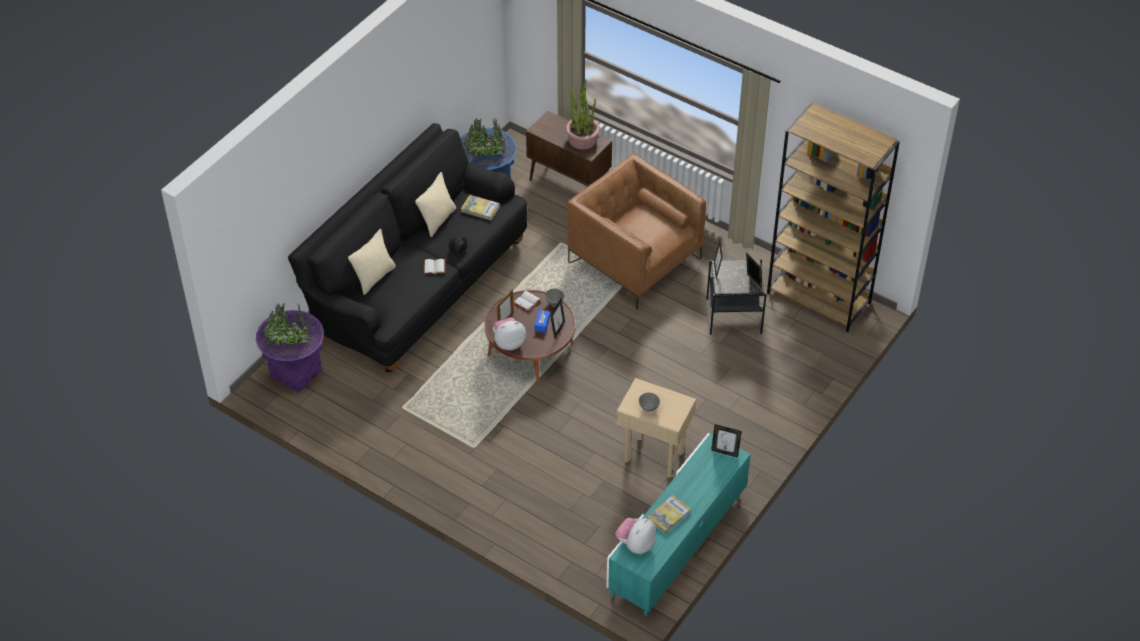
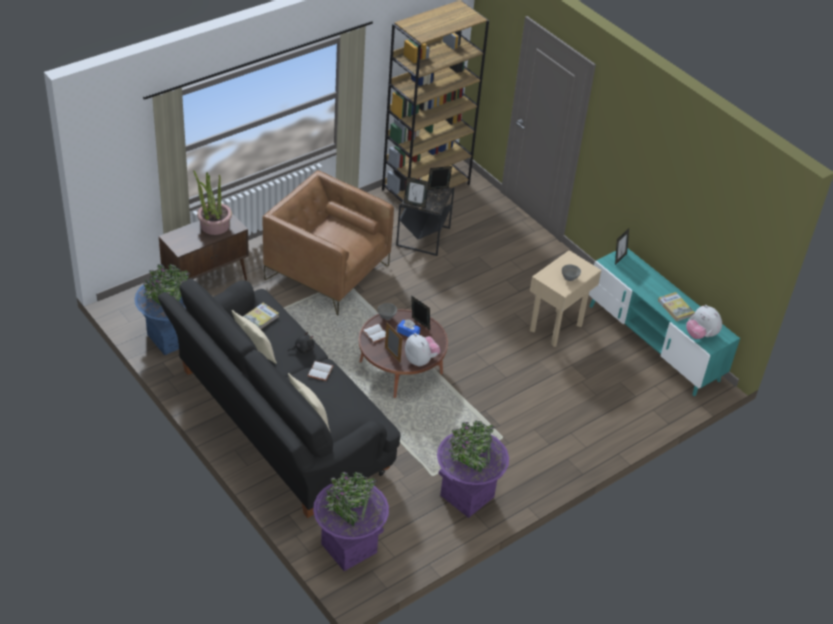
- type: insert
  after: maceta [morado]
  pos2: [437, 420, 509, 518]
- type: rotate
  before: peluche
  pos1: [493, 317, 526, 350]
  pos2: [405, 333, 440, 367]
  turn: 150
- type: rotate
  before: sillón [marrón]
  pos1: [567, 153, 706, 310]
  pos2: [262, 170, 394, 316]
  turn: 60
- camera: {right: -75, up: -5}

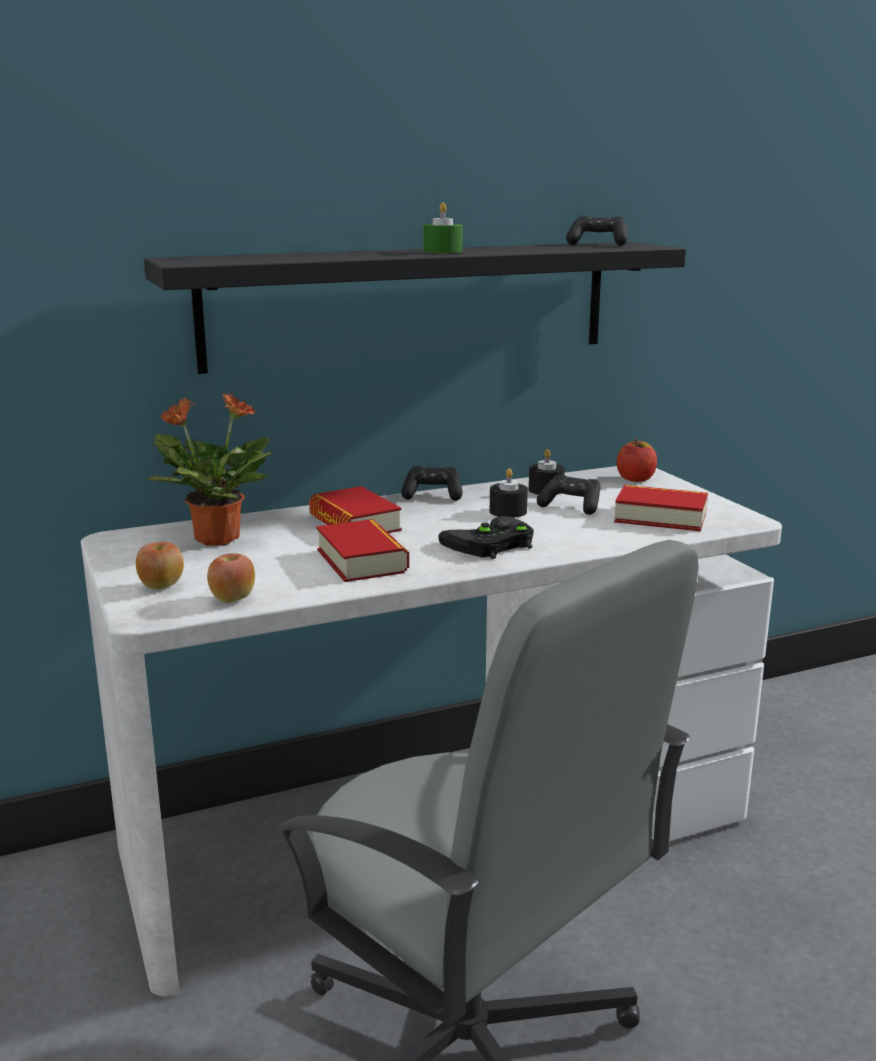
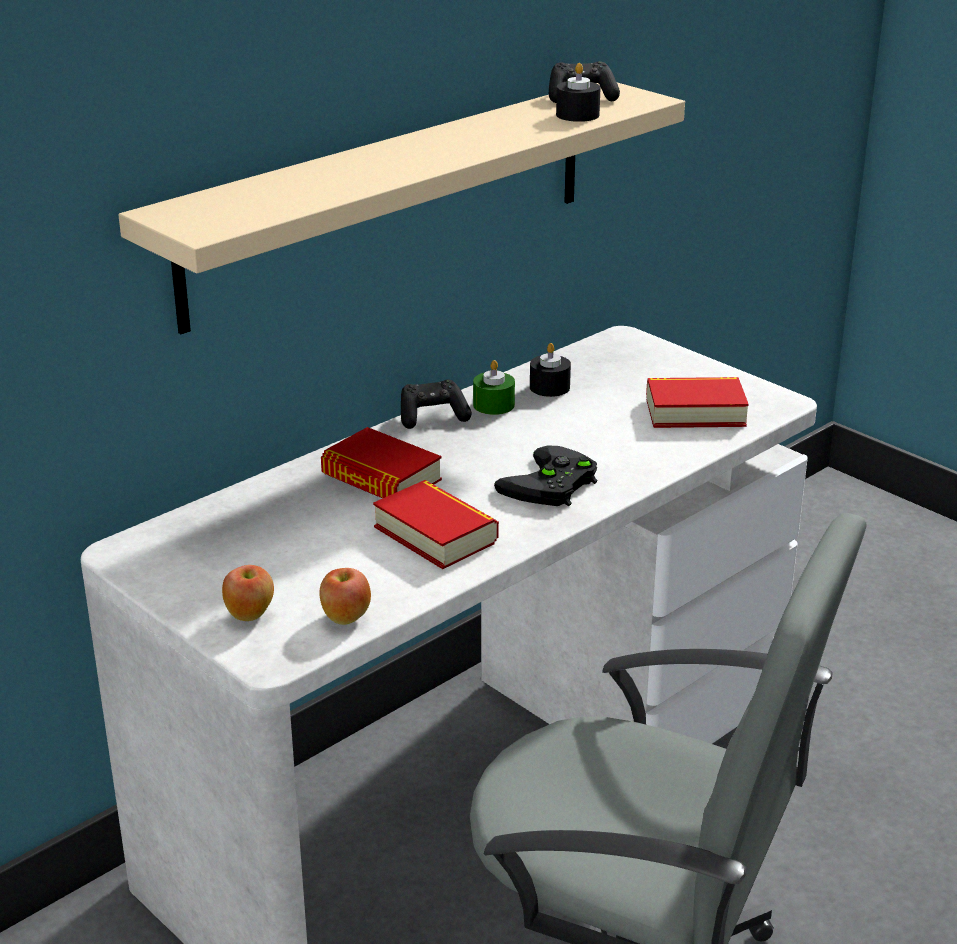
- type: delete
  before: planta en maceta
  pos1: [147, 392, 273, 546]
- type: delete
  before: mando de consola [negro]
  pos1: [537, 474, 601, 515]
- type: delete
  before: manzana
  pos1: [617, 438, 657, 482]
- type: move
  before: vela [verde]
  pos1: [423, 202, 463, 253]
  pos2: [473, 360, 515, 415]
- type: move
  before: vela [negro]
  pos1: [490, 468, 528, 518]
  pos2: [556, 63, 601, 122]
- type: recolor
  before: estante [negro]
  after: estante [beis]
  pos1: [144, 242, 686, 374]
  pos2: [118, 83, 685, 334]
- camera: {right: -20, up: 10}

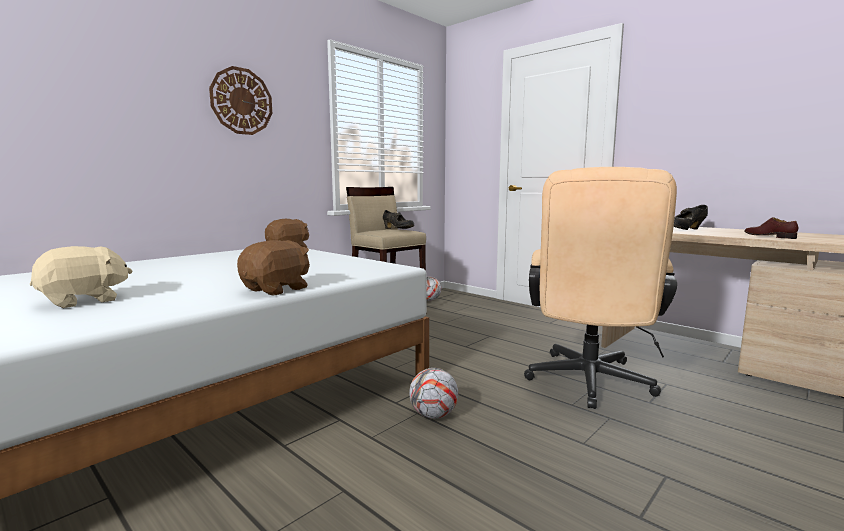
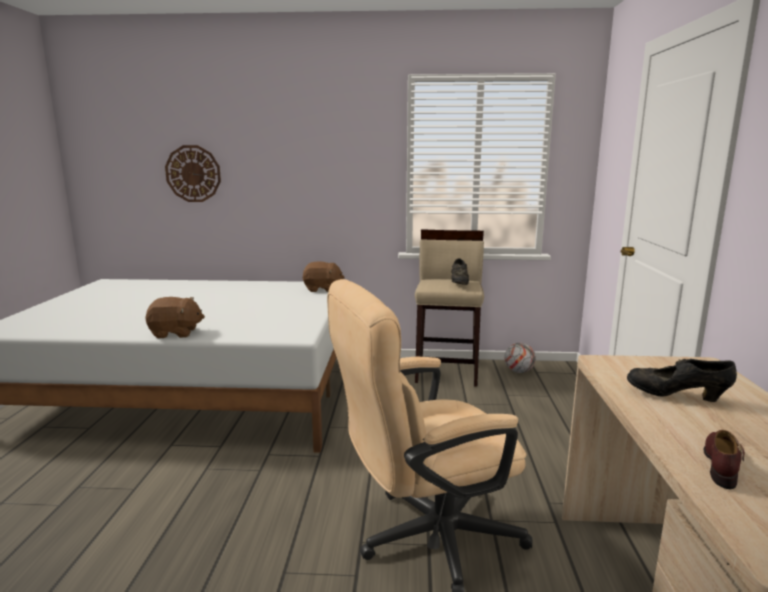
- type: delete
  before: peluche [beis]
  pos1: [30, 246, 132, 308]
- type: delete
  before: balón de fútbol
  pos1: [409, 368, 458, 419]
- type: move
  before: reloj de pared
  pos1: [209, 66, 272, 135]
  pos2: [165, 145, 221, 202]
- camera: {right: 50, up: 5}

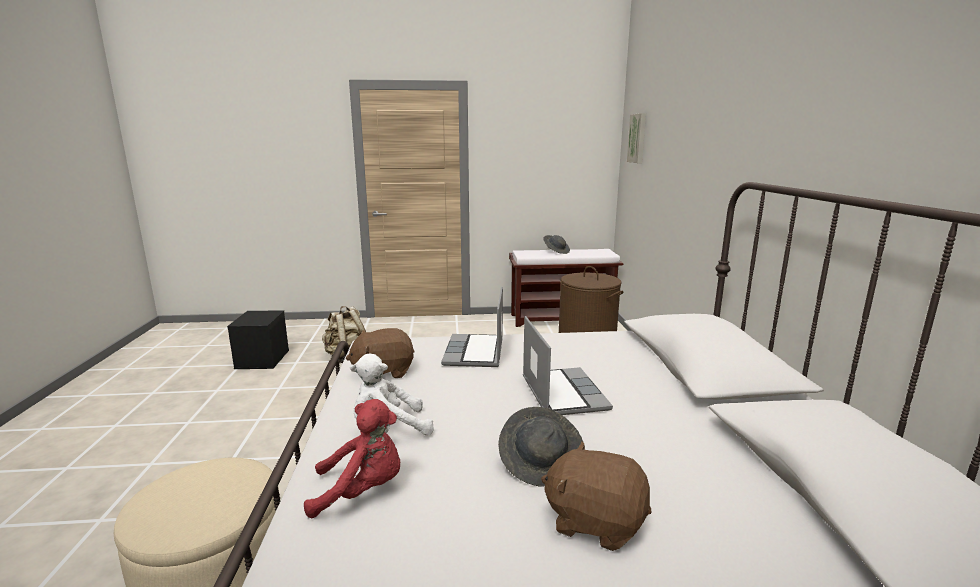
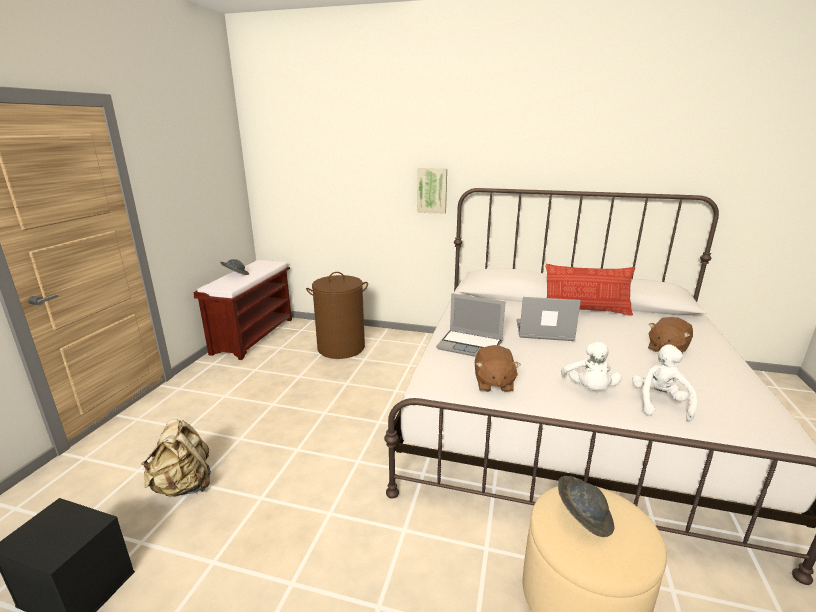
- type: insert
  after: cojín
  pos2: [546, 264, 635, 315]
- type: move
  before: sombrero [gris]
  pos1: [498, 407, 583, 487]
  pos2: [558, 476, 614, 537]
- type: move
  before: cuadro
  pos1: [627, 113, 646, 163]
  pos2: [417, 168, 447, 214]
- type: recolor
  before: peluche [rojo]
  after: peluche [blanco]
  pos1: [304, 399, 400, 518]
  pos2: [632, 344, 697, 422]
- camera: {right: -70, up: 5}

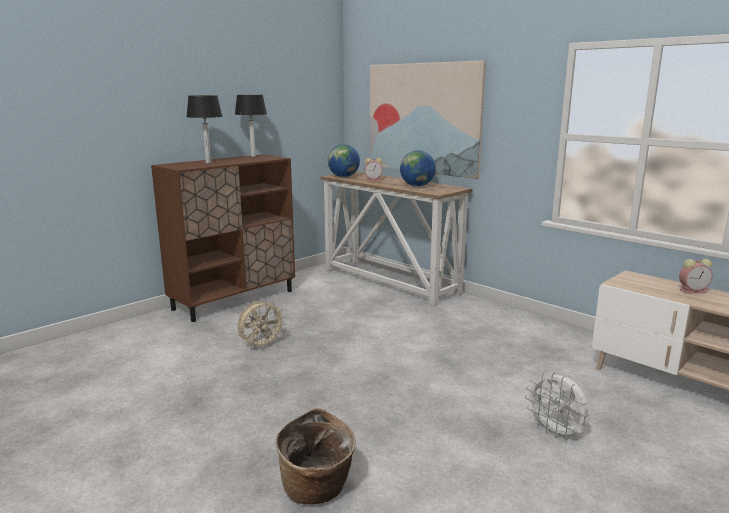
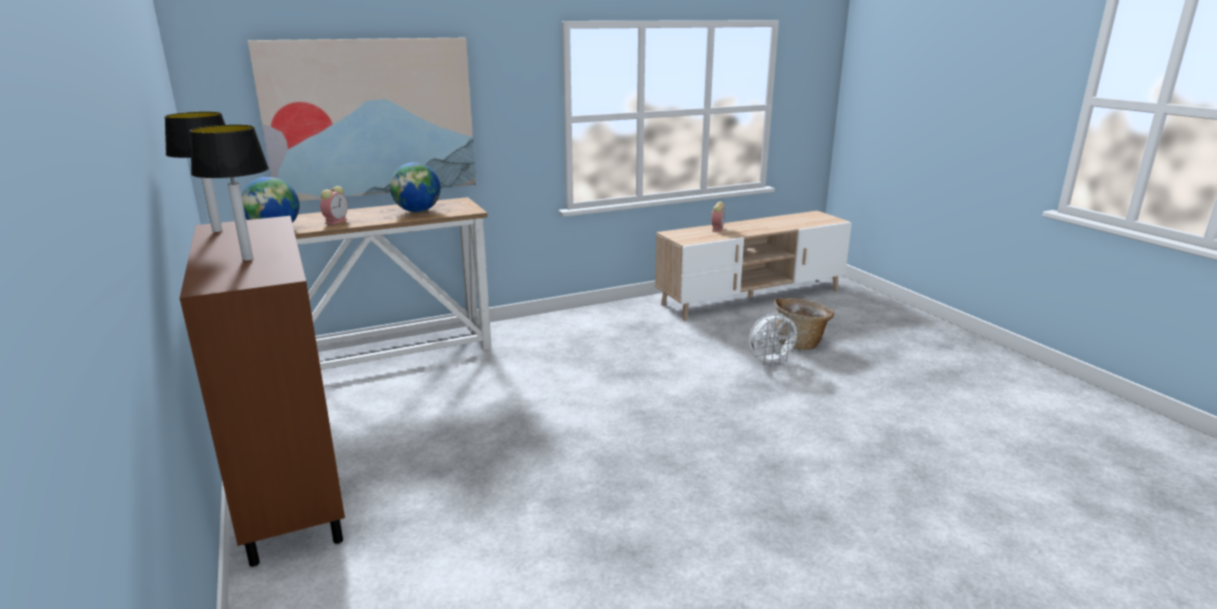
- type: delete
  before: ventilador [beis]
  pos1: [237, 301, 286, 350]
- type: move
  before: cesta
  pos1: [276, 408, 356, 505]
  pos2: [774, 298, 834, 350]
- camera: {right: -70, up: 5}

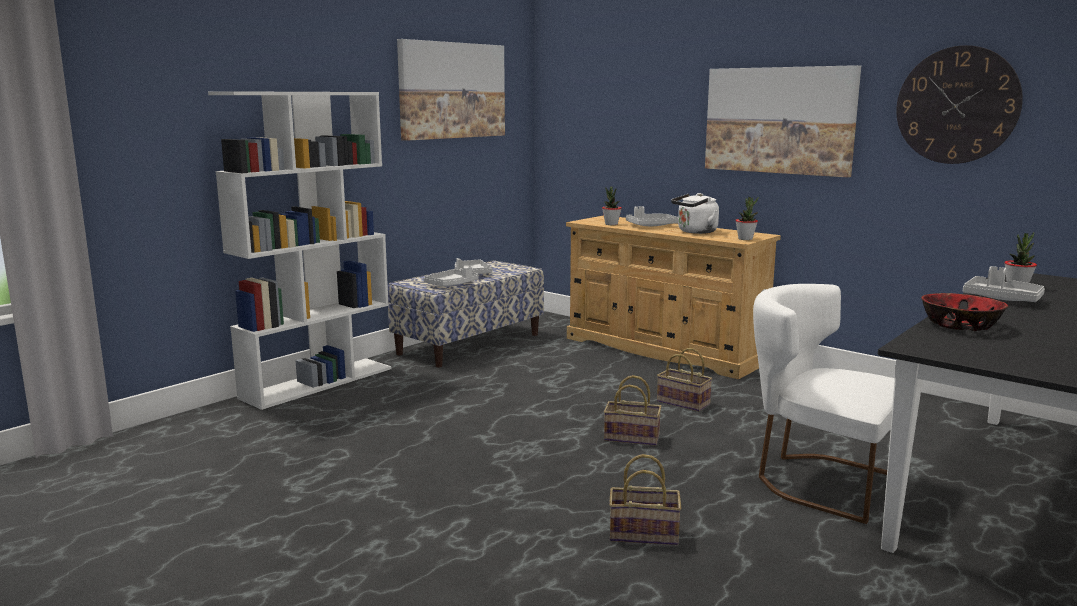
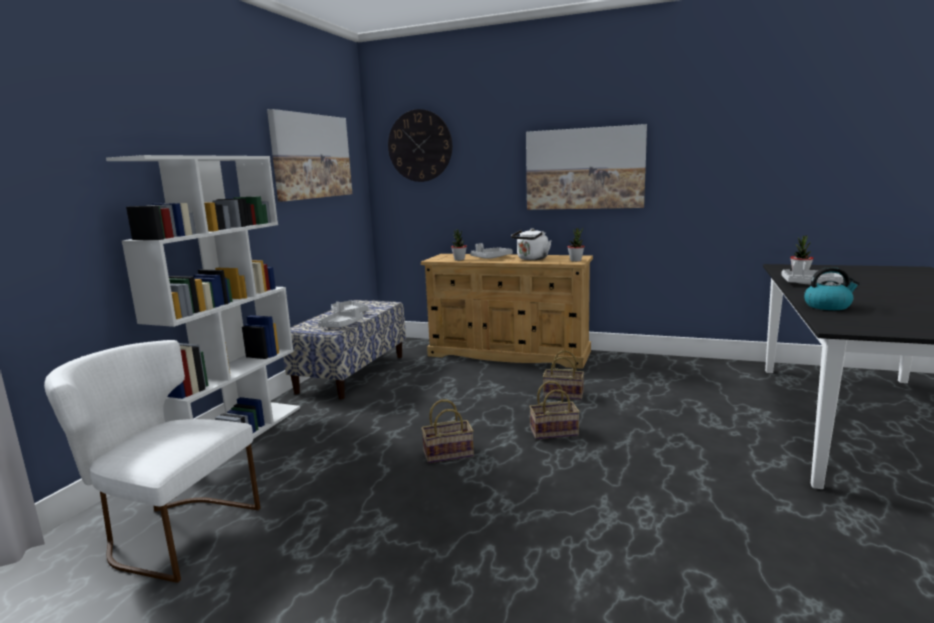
- type: move
  before: cesta
  pos1: [609, 454, 682, 545]
  pos2: [421, 400, 474, 463]
- type: move
  before: silla [blanco]
  pos1: [753, 284, 895, 524]
  pos2: [44, 340, 260, 583]
- type: move
  before: reloj de pared
  pos1: [896, 45, 1023, 164]
  pos2: [388, 109, 452, 182]
- type: replace
  before: cuenco
  after: hervidor
  pos1: [921, 293, 1009, 331]
  pos2: [804, 267, 860, 310]
- camera: {right: -20, up: 0}

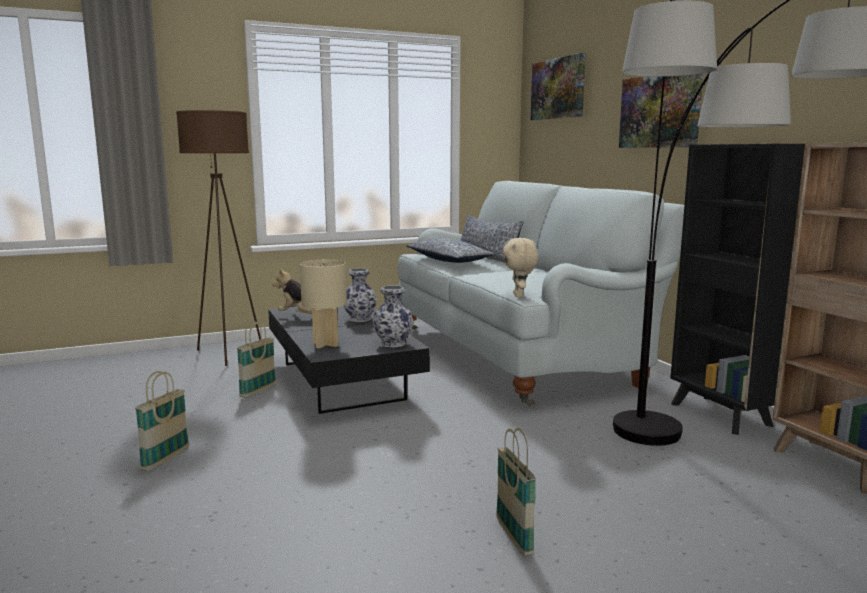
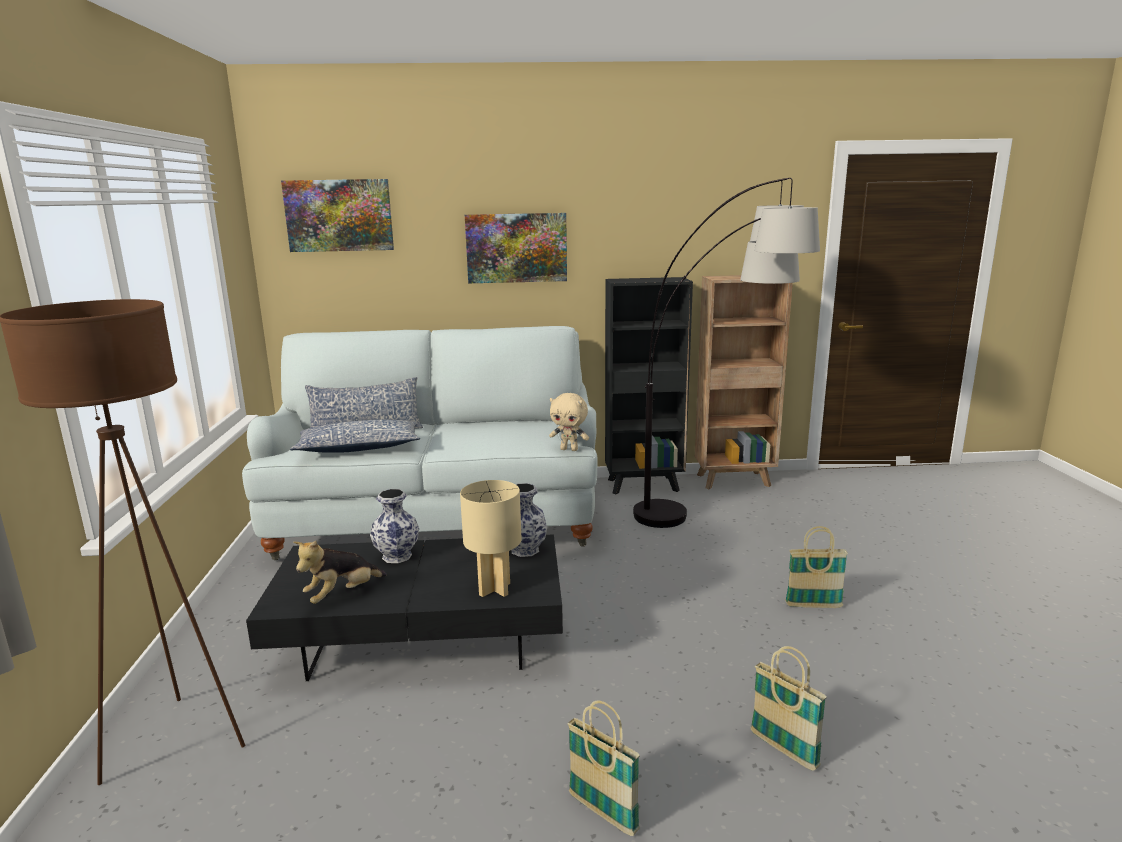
- type: move
  before: cesta
  pos1: [237, 322, 276, 398]
  pos2: [750, 646, 827, 771]
- camera: {right: -70, up: 5}

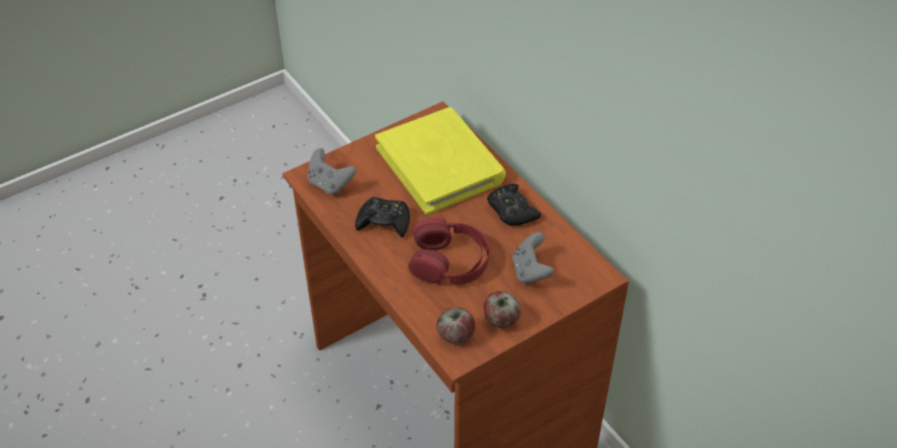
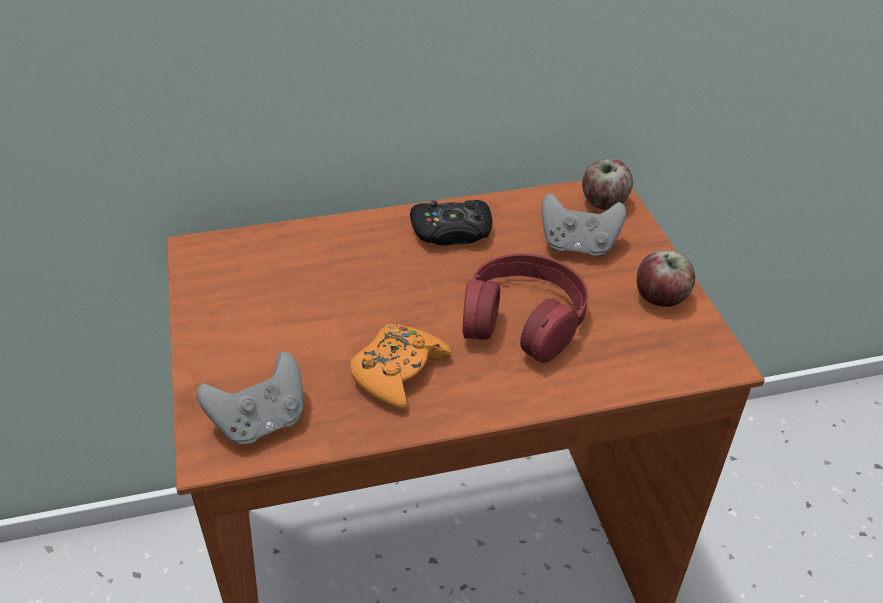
- type: delete
  before: libro [amarillo]
  pos1: [375, 107, 506, 215]
- type: move
  before: manzana
  pos1: [436, 307, 475, 344]
  pos2: [582, 159, 633, 210]
- type: recolor
  before: mando de consola [negro]
  after: mando de consola [naranja]
  pos1: [355, 197, 410, 237]
  pos2: [350, 324, 452, 410]
- camera: {right: -70, up: -5}

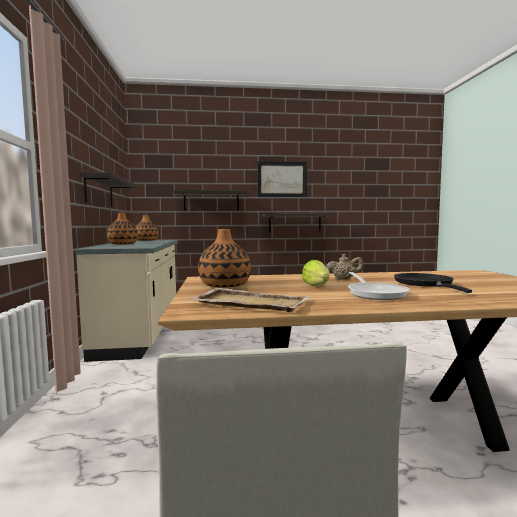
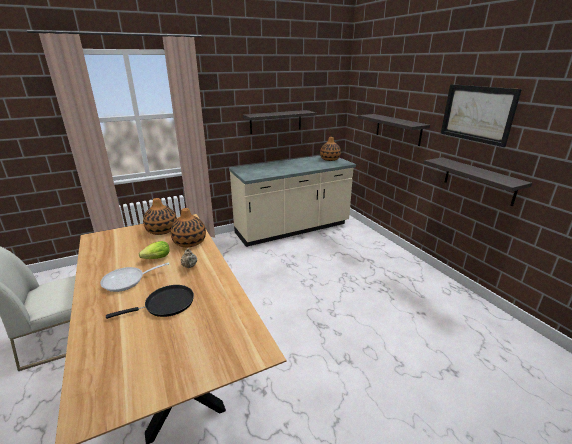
- type: delete
  before: bandeja [beis]
  pos1: [187, 288, 312, 312]
- type: move
  before: florero
  pos1: [107, 213, 138, 244]
  pos2: [170, 208, 206, 247]
- camera: {right: 70, up: 20}

